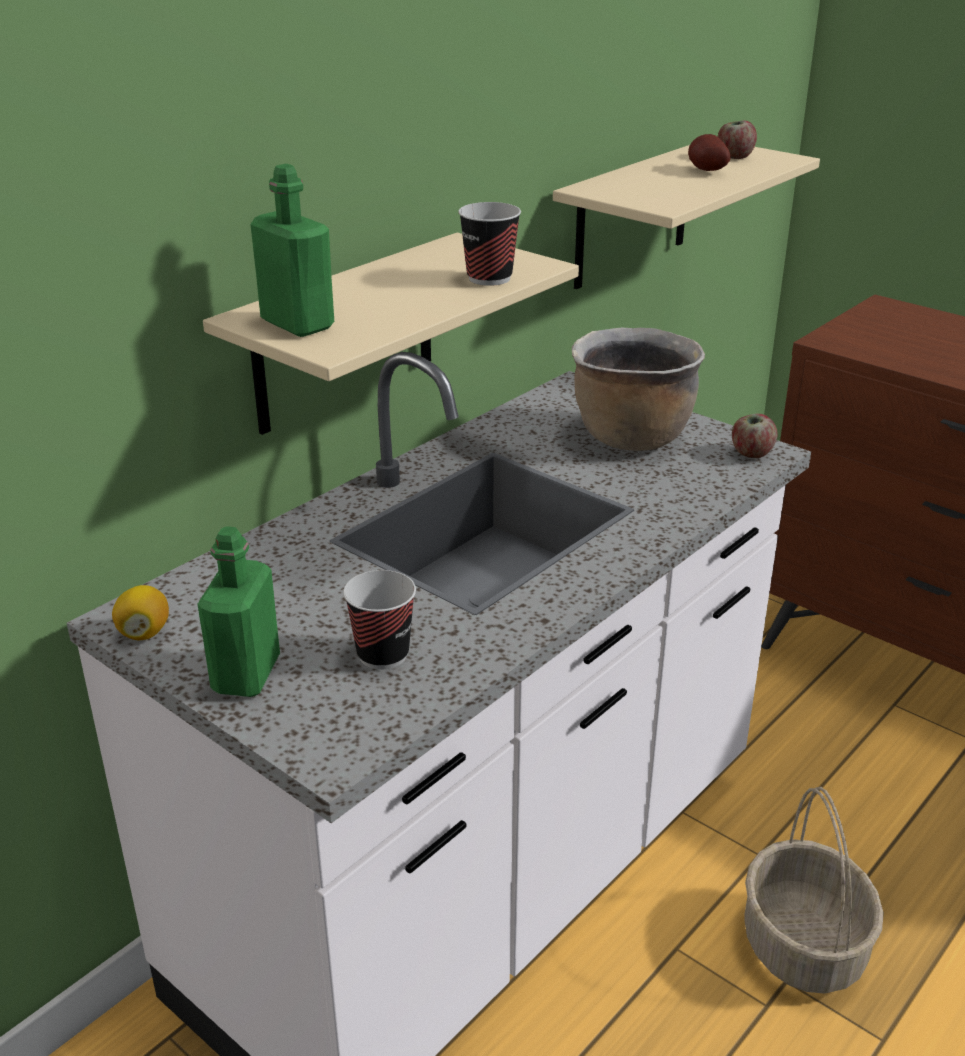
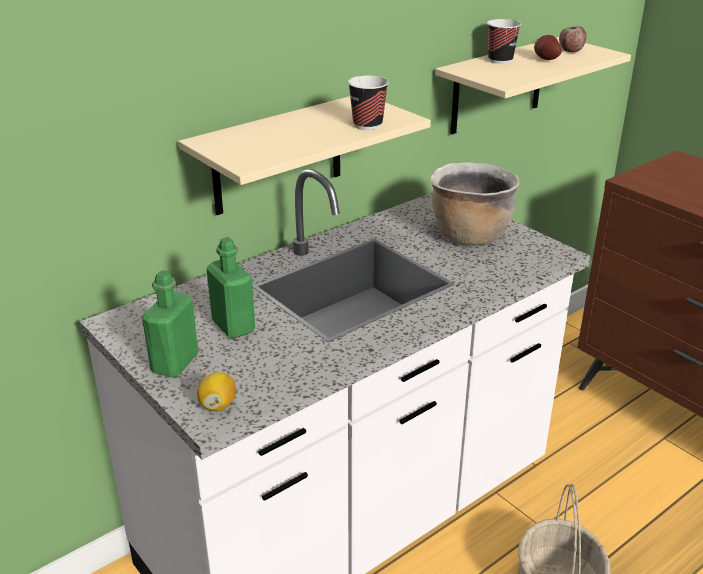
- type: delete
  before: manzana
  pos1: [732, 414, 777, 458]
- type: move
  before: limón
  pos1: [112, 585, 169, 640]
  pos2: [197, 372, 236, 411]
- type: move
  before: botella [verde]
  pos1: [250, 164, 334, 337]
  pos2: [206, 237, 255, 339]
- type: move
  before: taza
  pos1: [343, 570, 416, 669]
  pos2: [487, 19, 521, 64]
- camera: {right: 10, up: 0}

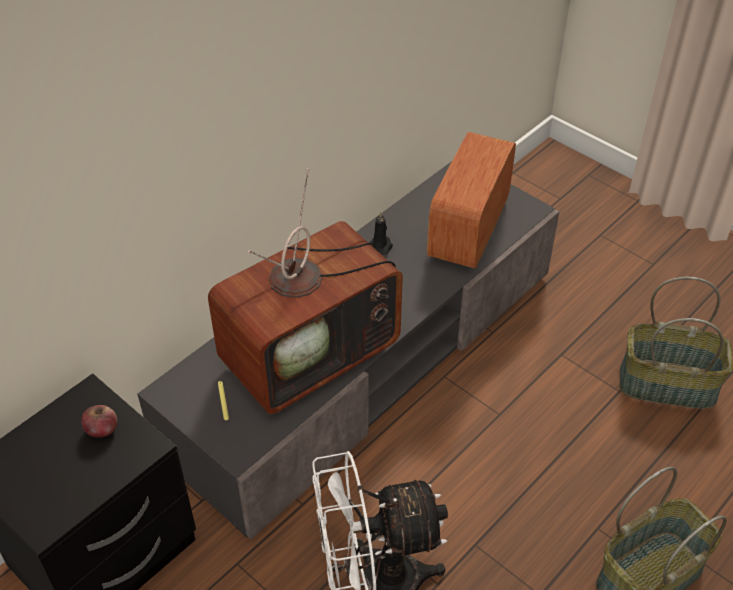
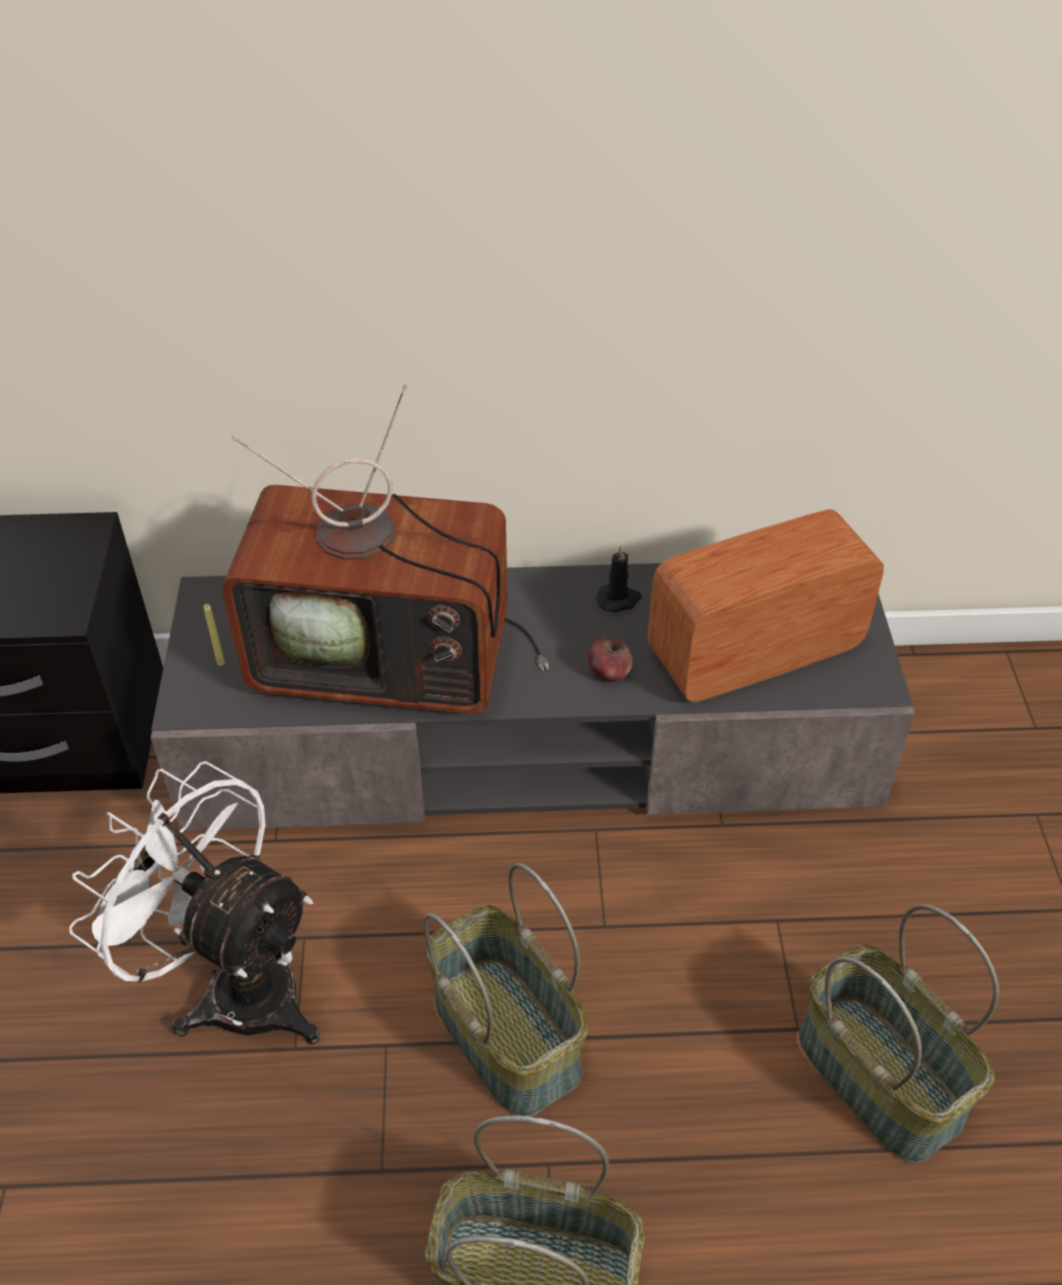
- type: insert
  after: cesta
  pos2: [423, 863, 588, 1116]
- type: move
  before: manzana
  pos1: [81, 405, 117, 437]
  pos2: [588, 637, 633, 681]
- camera: {right: 45, up: 0}

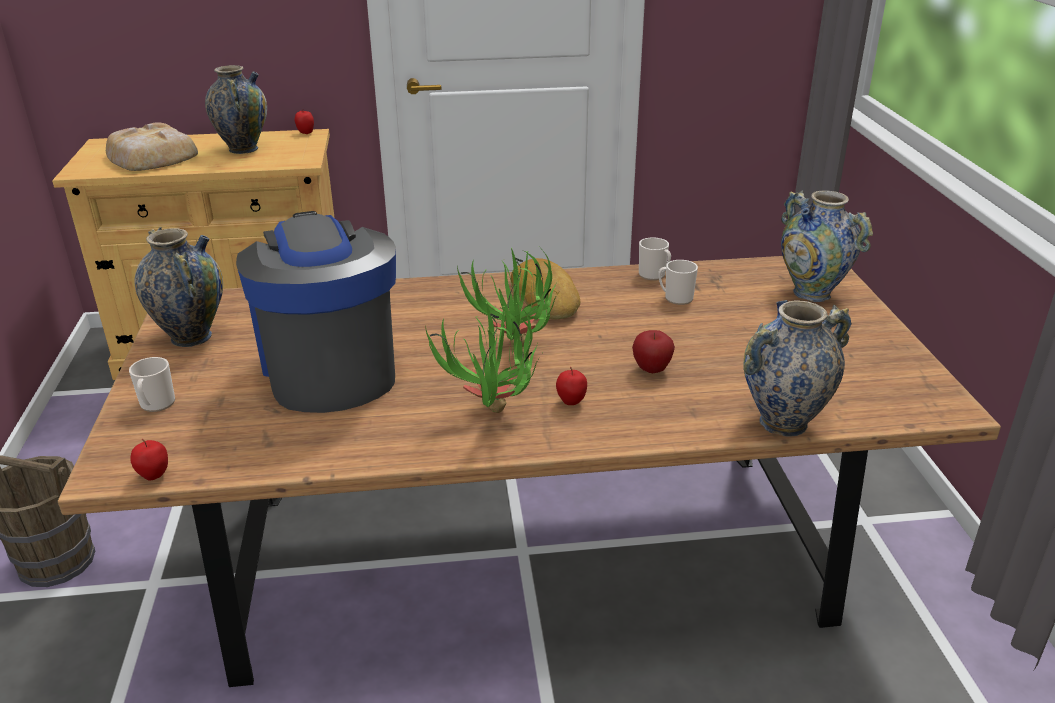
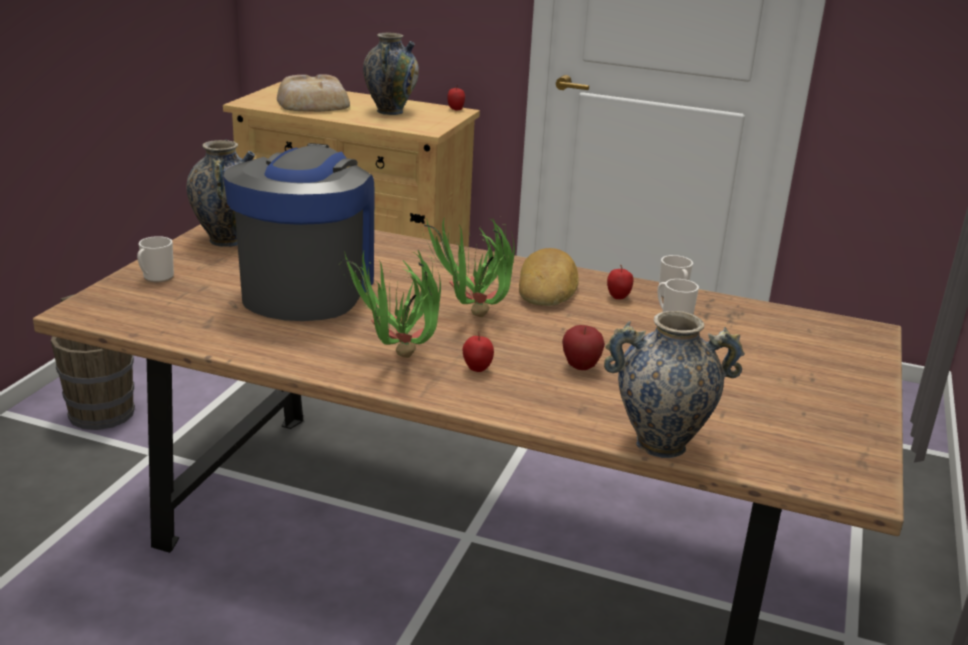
- type: delete
  before: florero
  pos1: [781, 190, 873, 302]
- type: move
  before: manzana
  pos1: [130, 439, 168, 481]
  pos2: [607, 265, 633, 299]
- camera: {right: 25, up: -5}

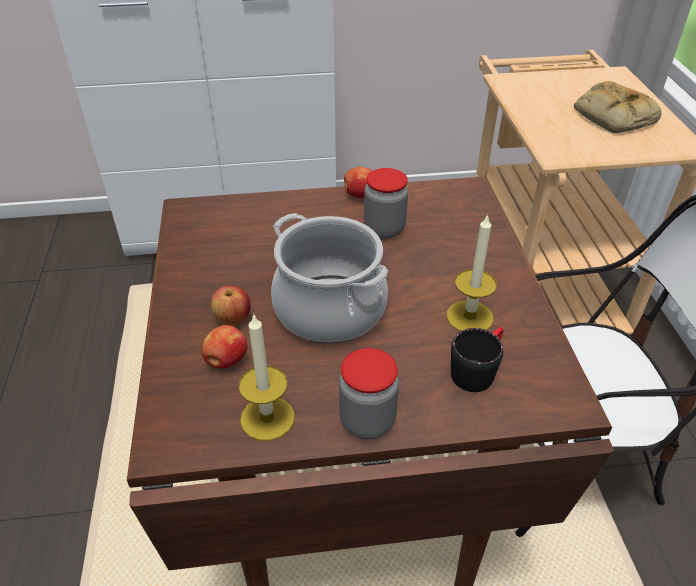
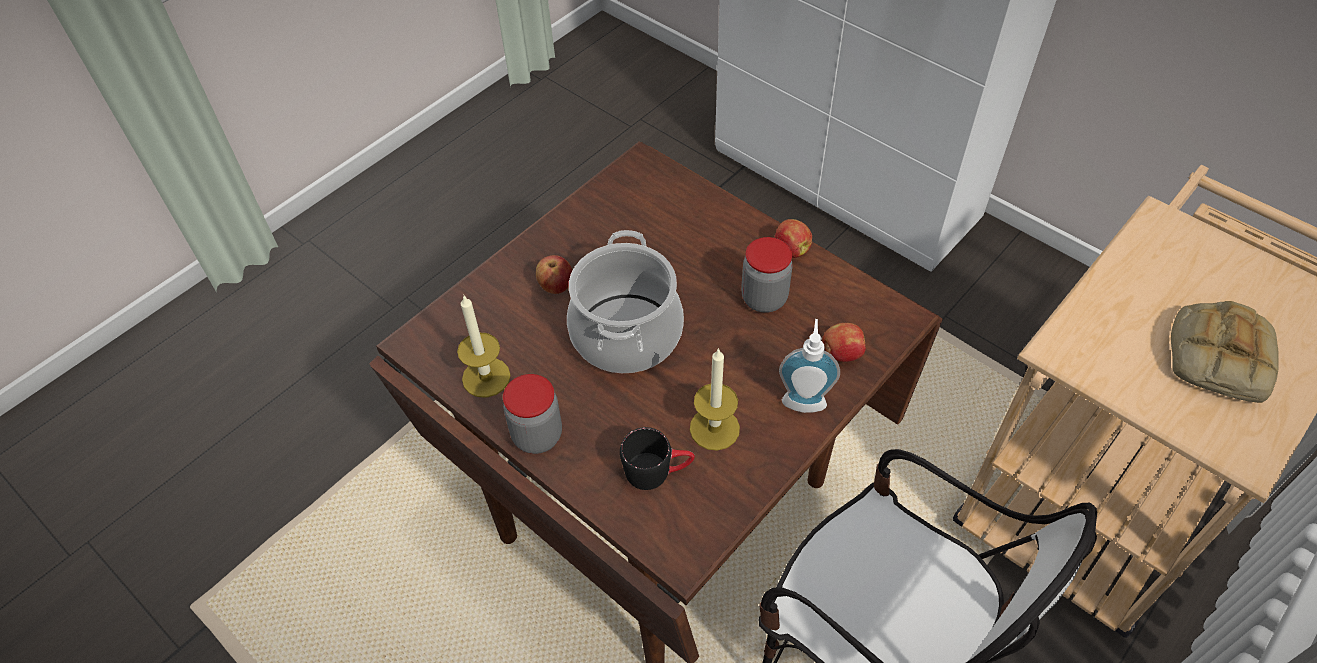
- type: insert
  after: dispensador de jabón
  pos2: [779, 319, 840, 413]
- type: move
  before: manzana
  pos1: [202, 325, 248, 369]
  pos2: [822, 323, 866, 362]
- camera: {right: 50, up: 10}

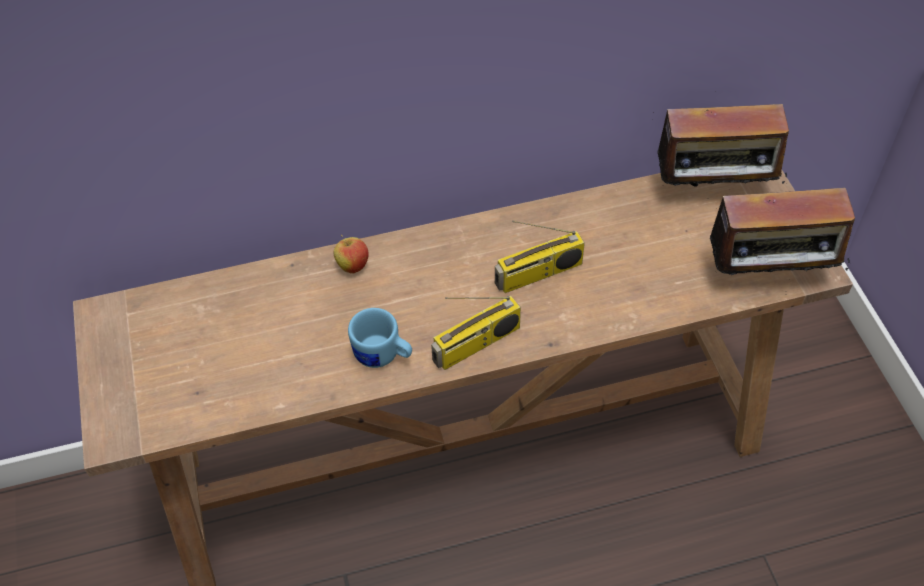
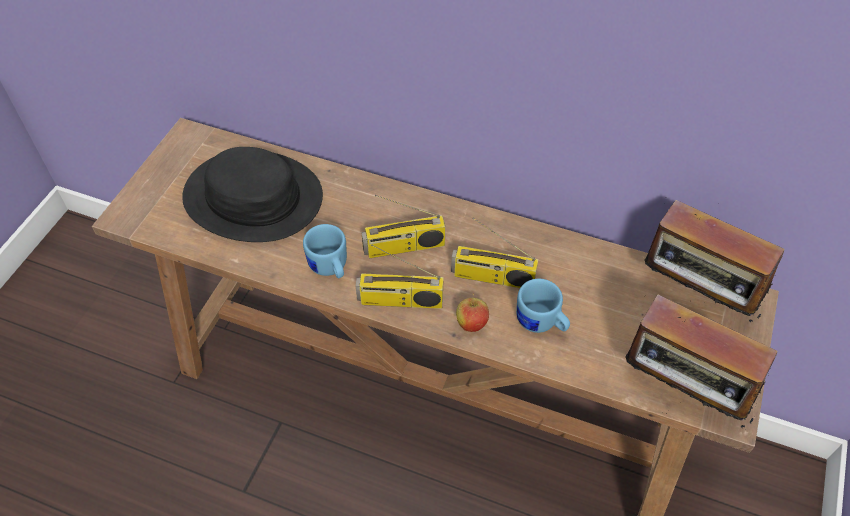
- type: insert
  after: sombrero [negro]
  pos2: [182, 147, 323, 242]
- type: insert
  after: radio
  pos2: [362, 195, 445, 258]
- type: insert
  after: taza grande [azul]
  pos2: [516, 279, 570, 333]
- type: move
  before: manzana
  pos1: [334, 235, 369, 274]
  pos2: [456, 294, 489, 332]
- camera: {right: 35, up: 0}

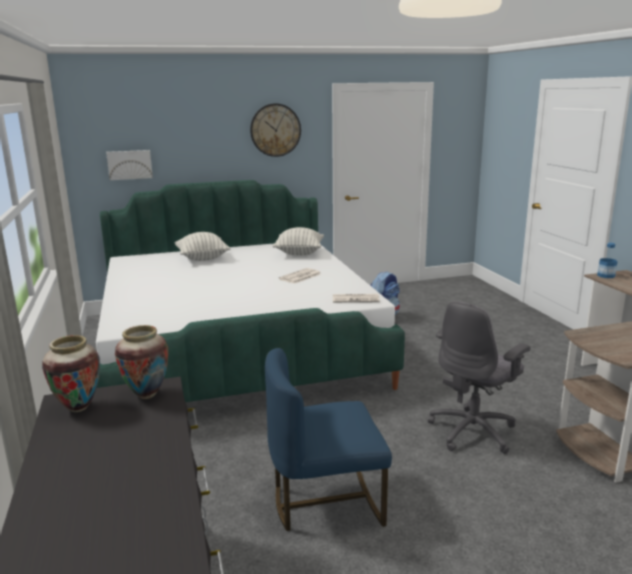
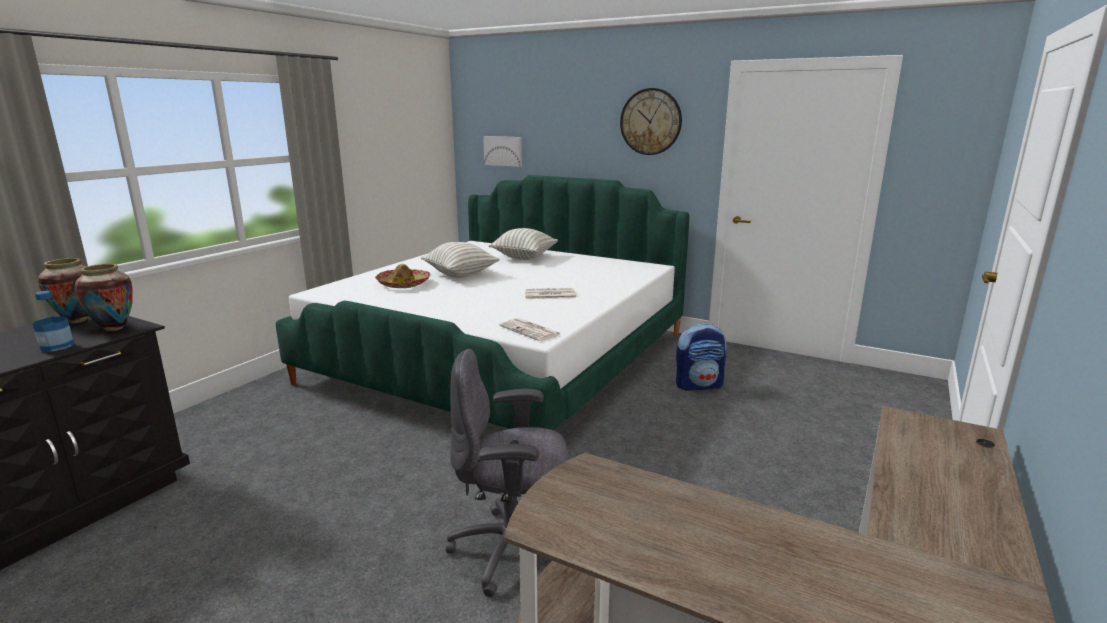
- type: delete
  before: silla [azul]
  pos1: [265, 348, 392, 531]
- type: insert
  after: sombrero
  pos2: [375, 264, 431, 288]
- type: move
  before: cojín
  pos1: [272, 227, 324, 256]
  pos2: [420, 242, 500, 278]
- type: move
  before: botella
  pos1: [597, 243, 618, 278]
  pos2: [33, 291, 74, 352]
- camera: {right: 45, up: 0}

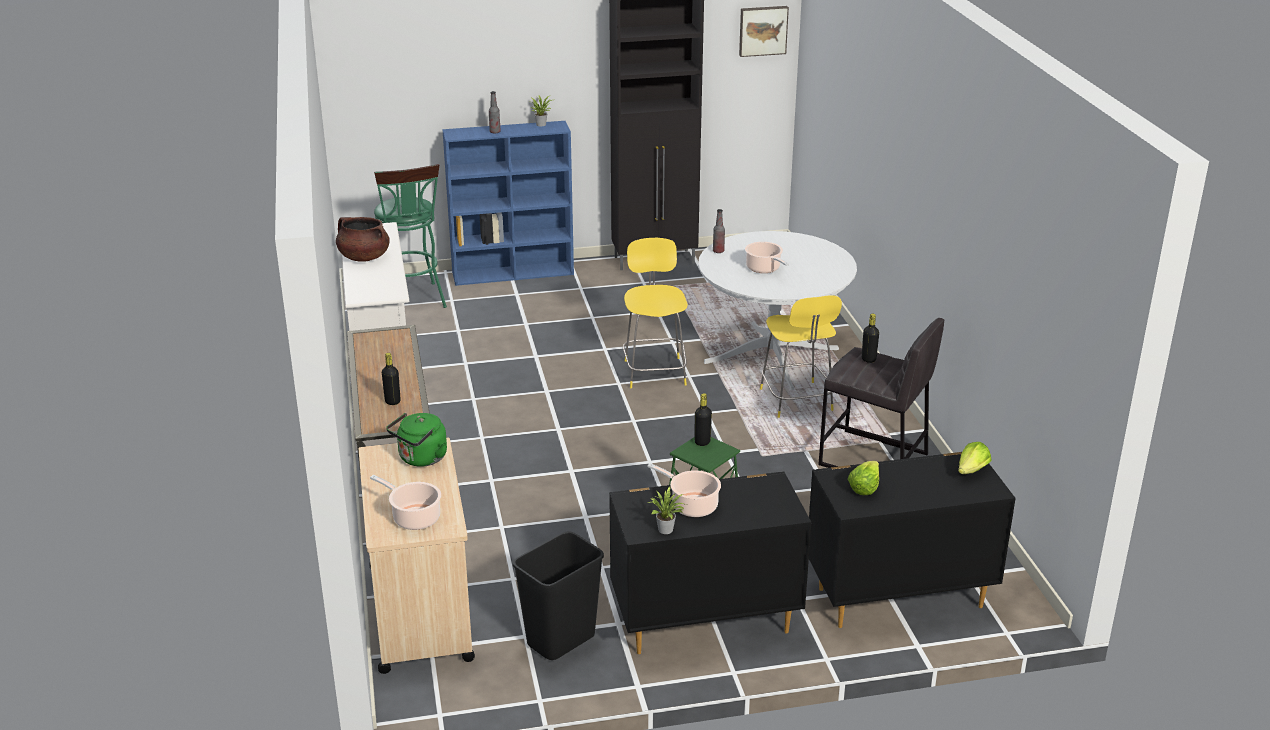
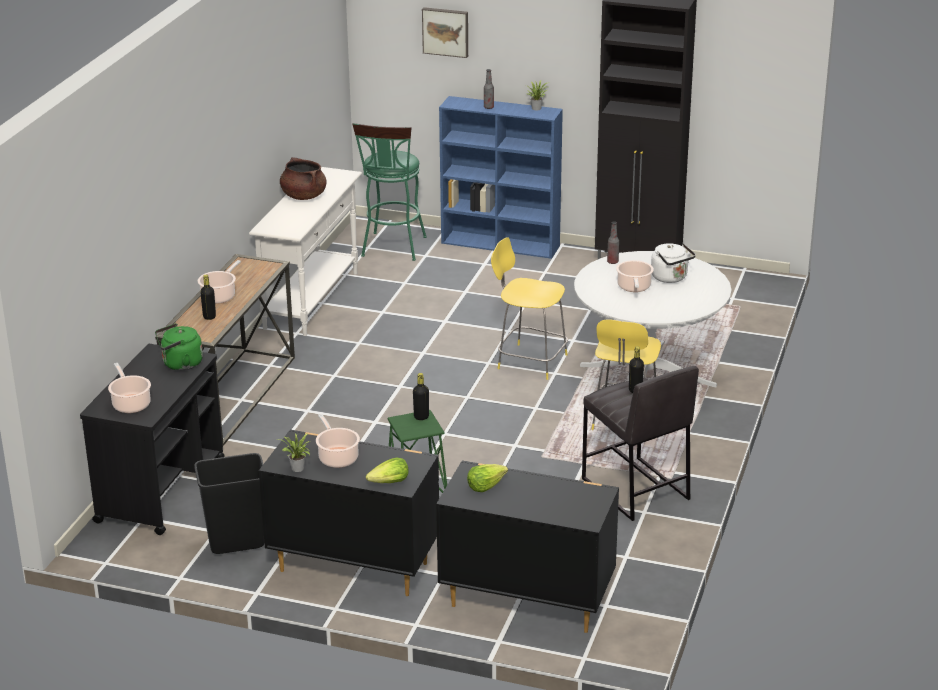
- type: insert
  after: olla
  pos2: [198, 260, 241, 304]
- type: insert
  after: hervidor [blanco]
  pos2: [651, 243, 696, 283]
- type: move
  before: cuadro
  pos1: [739, 6, 789, 57]
  pos2: [422, 7, 468, 58]
- type: move
  before: lechuga
  pos1: [958, 442, 992, 474]
  pos2: [366, 457, 409, 483]
- type: recolor
  before: carrito [beis]
  after: carrito [negro]
  pos1: [359, 438, 475, 674]
  pos2: [80, 344, 225, 535]
- type: rotate
  before: silla [amarillo]
  pos1: [623, 238, 688, 388]
  pos2: [491, 237, 568, 380]
  turn: -90
- camera: {right: 30, up: 0}

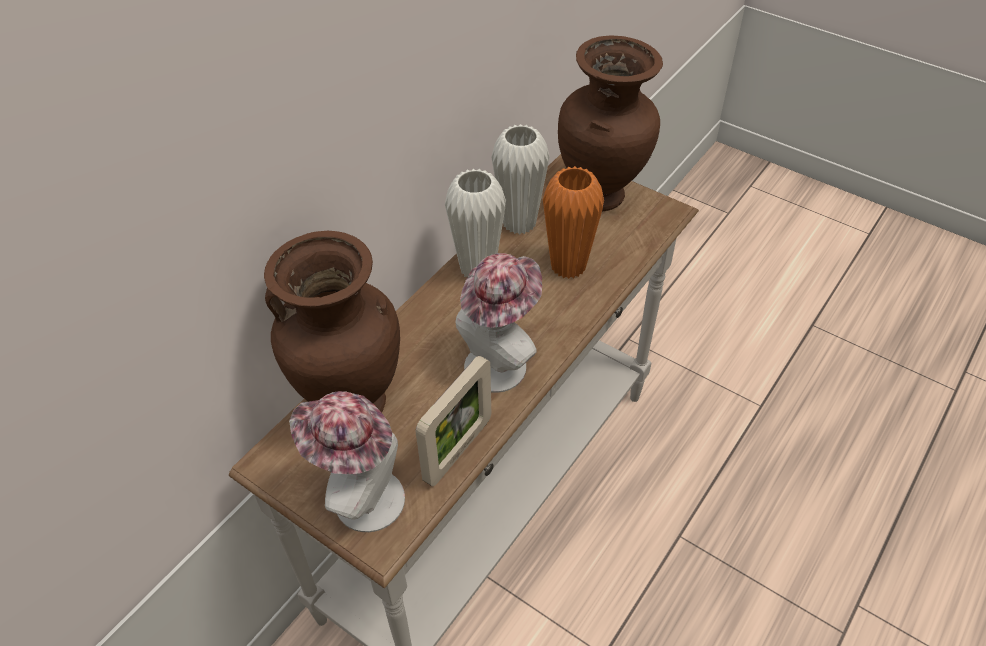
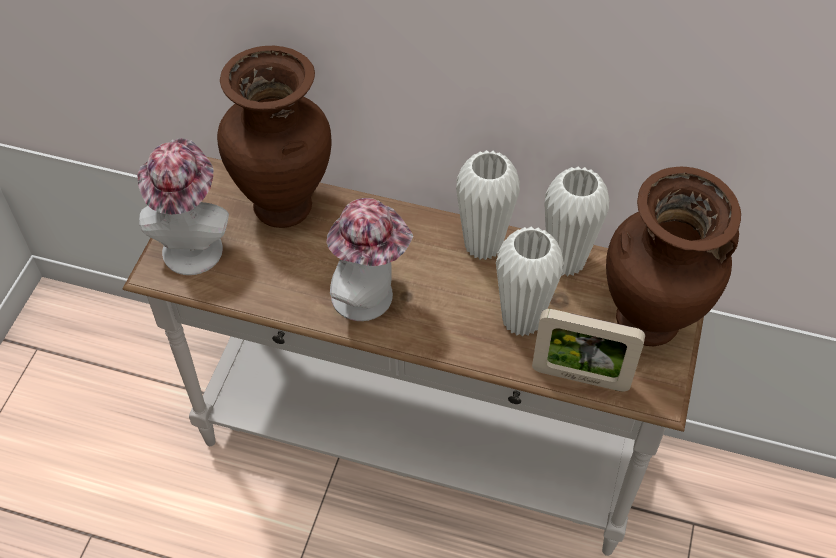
- type: move
  before: portarretratos
  pos1: [416, 356, 491, 486]
  pos2: [532, 309, 645, 392]
- type: recolor
  before: florero [naranja]
  after: florero [blanco]
  pos1: [543, 166, 604, 279]
  pos2: [496, 226, 564, 337]
- camera: {right: 70, up: 5}

